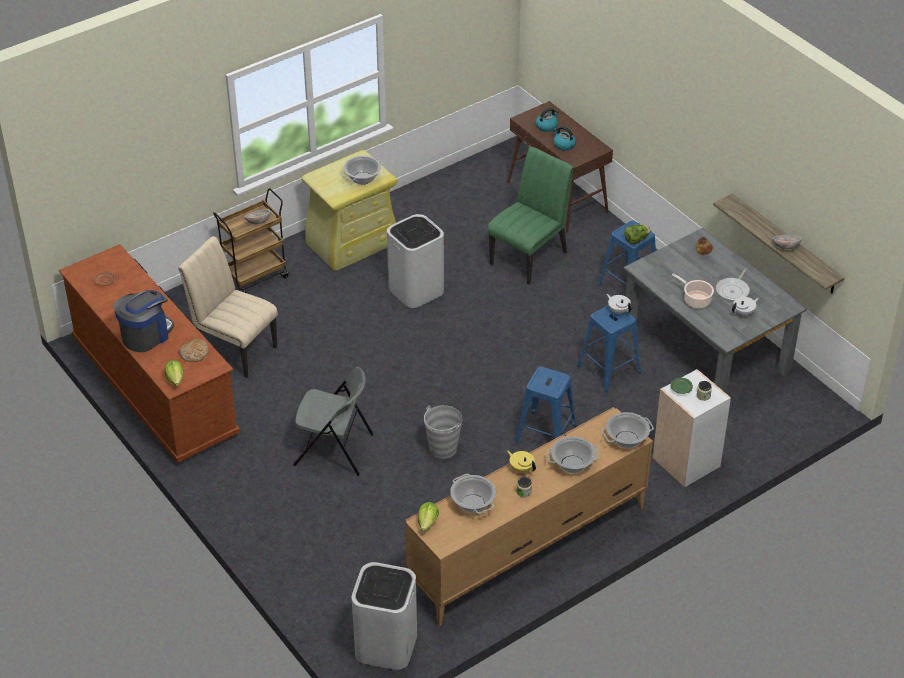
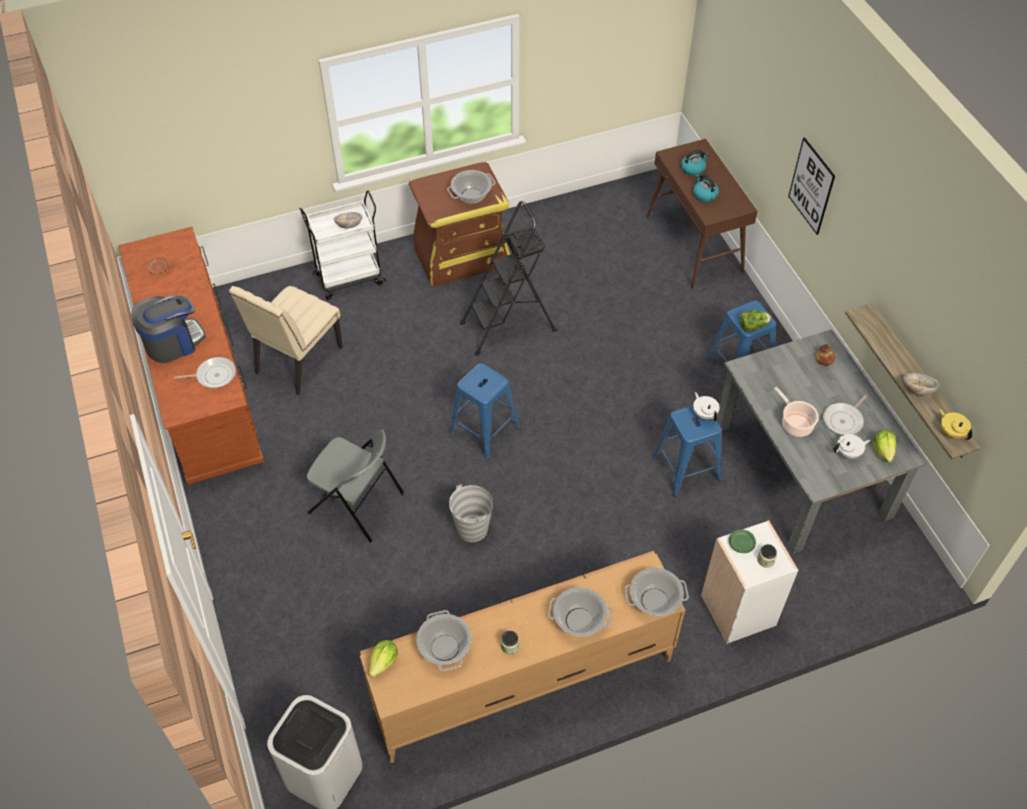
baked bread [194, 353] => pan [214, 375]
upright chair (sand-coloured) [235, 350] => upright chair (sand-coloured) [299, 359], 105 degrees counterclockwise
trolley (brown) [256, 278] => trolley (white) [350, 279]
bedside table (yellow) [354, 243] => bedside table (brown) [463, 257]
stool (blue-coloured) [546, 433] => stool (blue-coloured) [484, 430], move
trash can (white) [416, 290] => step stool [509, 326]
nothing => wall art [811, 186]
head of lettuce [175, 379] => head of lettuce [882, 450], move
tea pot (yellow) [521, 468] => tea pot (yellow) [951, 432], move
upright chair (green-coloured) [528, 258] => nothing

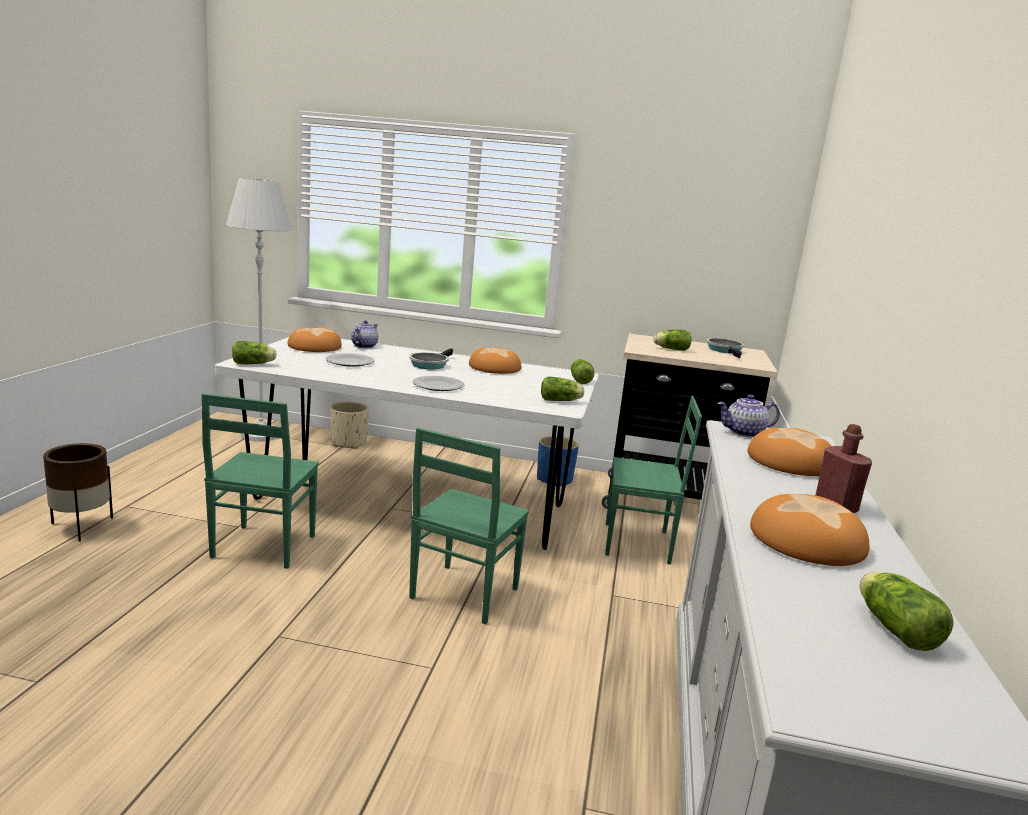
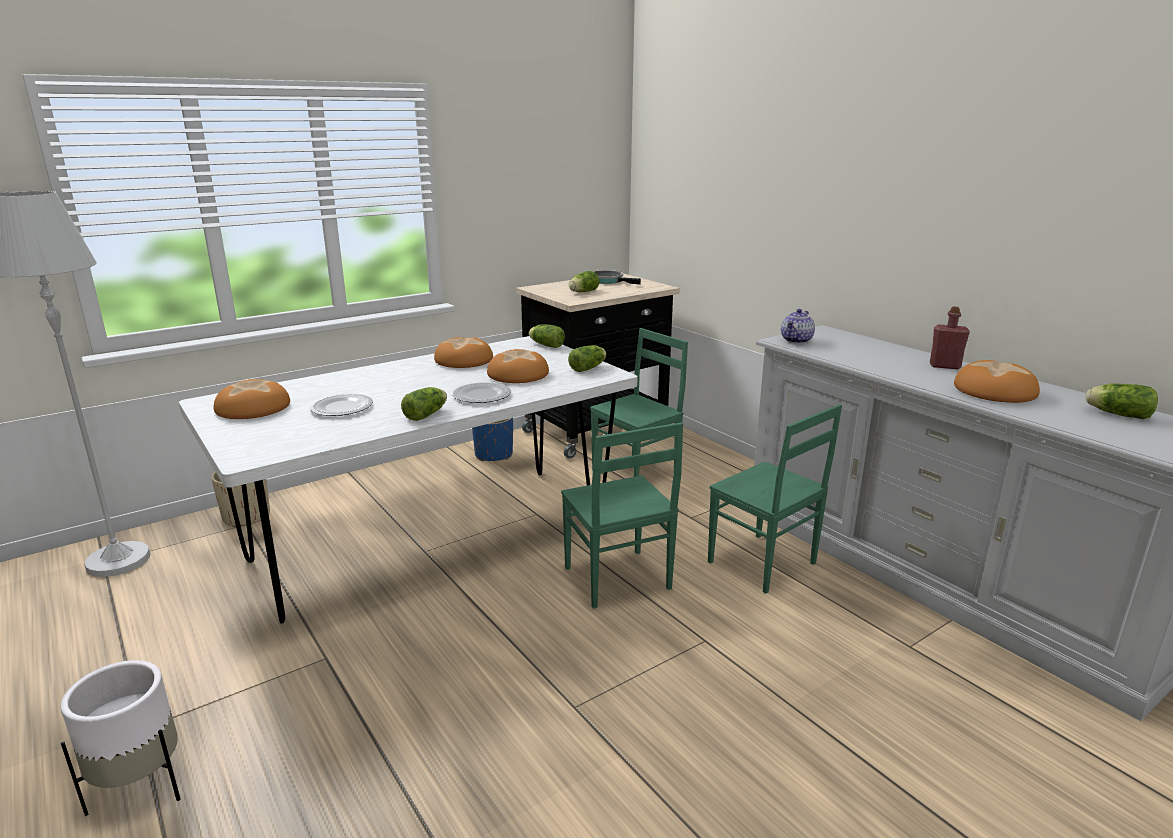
flower pot (brown) [81, 527] => flower pot (white) [140, 788]
head of lettuce [254, 364] => head of lettuce [427, 414], move
baked bread [789, 461] => baked bread [517, 374], move
upright chair (green-coloured) [262, 547] => upright chair (green-coloured) [762, 564], move
tea pot [364, 346] => nothing
pan [430, 364] => nothing

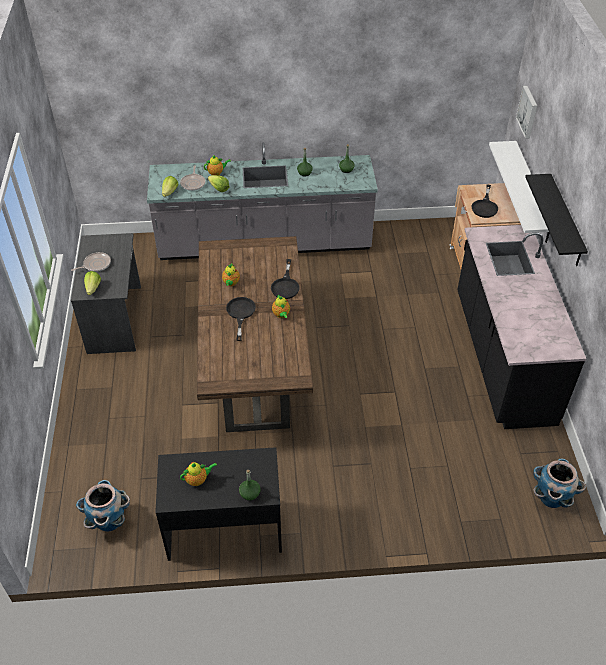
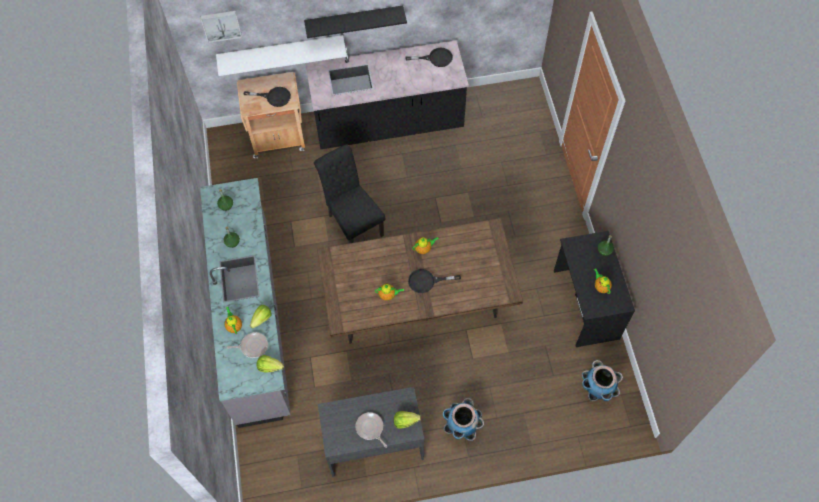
nothing => upright chair (black) [353, 223]
pan (black) [285, 285] => pan (black) [435, 58], move
flower pot [551, 498] => flower pot [462, 427], move

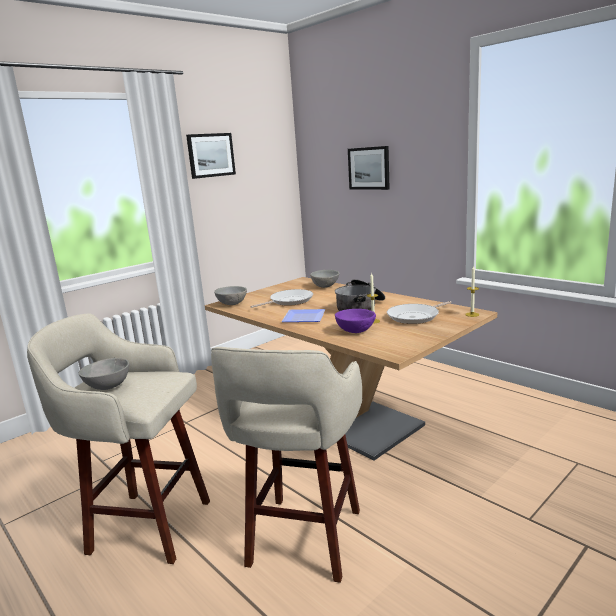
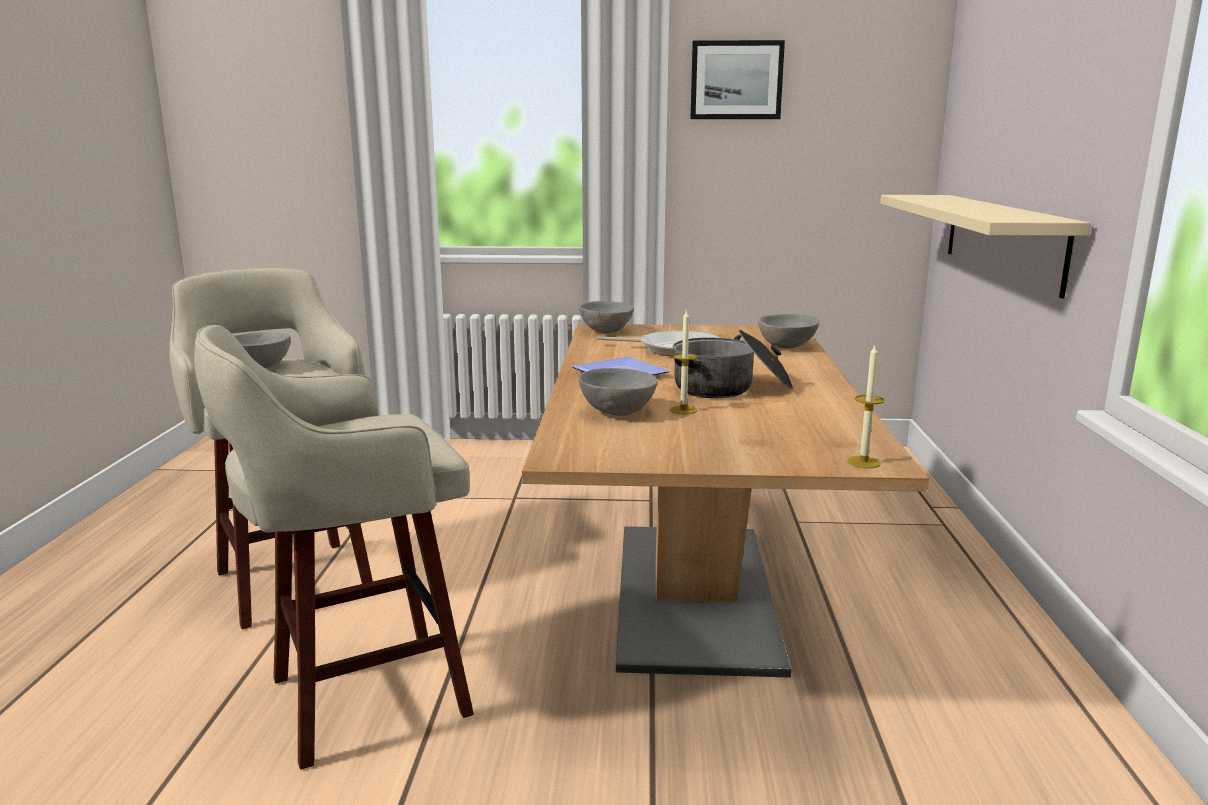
serving bowl (purplish) [355, 331] => serving bowl (greyish) [618, 412]
nothing => wall shelf (sand-coloured) [1002, 239]
wall art [369, 168] => nothing
pan [415, 317] => nothing

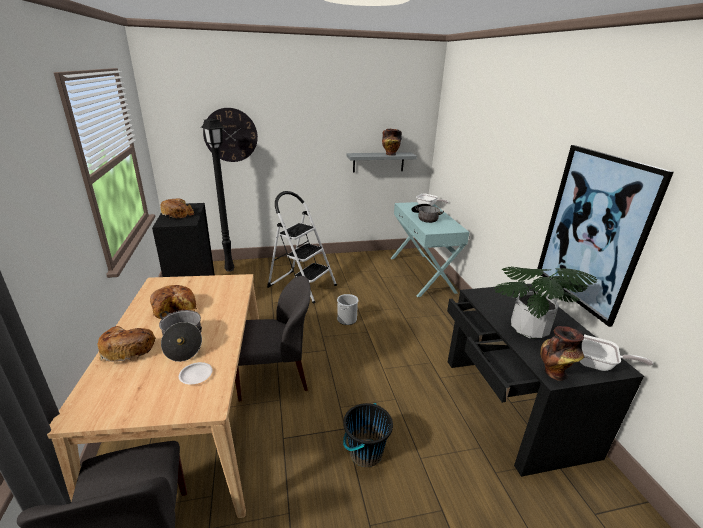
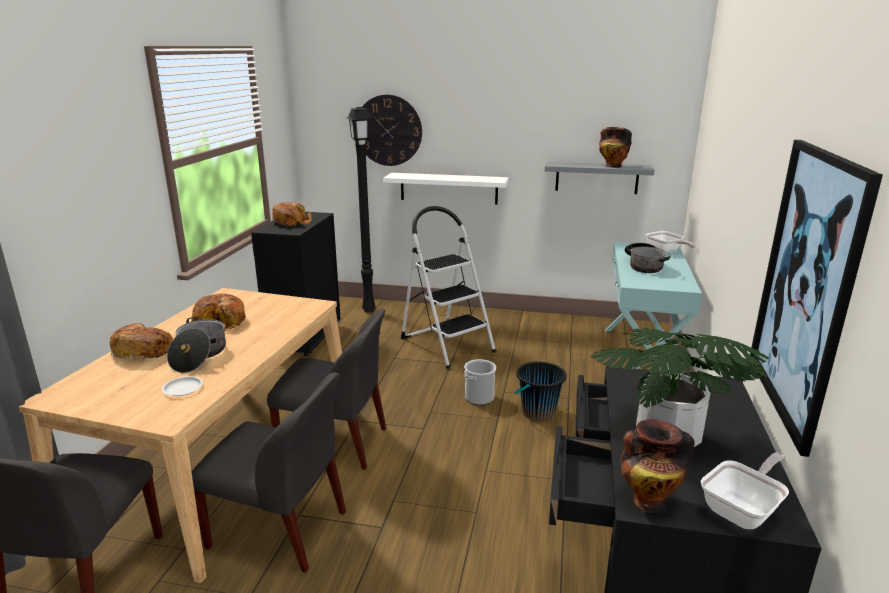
nothing => upright chair (greyish) [281, 530]
nothing => wall shelf (white) [448, 188]
water bucket (black) [365, 453] => water bucket (black) [538, 412], move
pan [598, 364] => pan [743, 510], 90 degrees counterclockwise

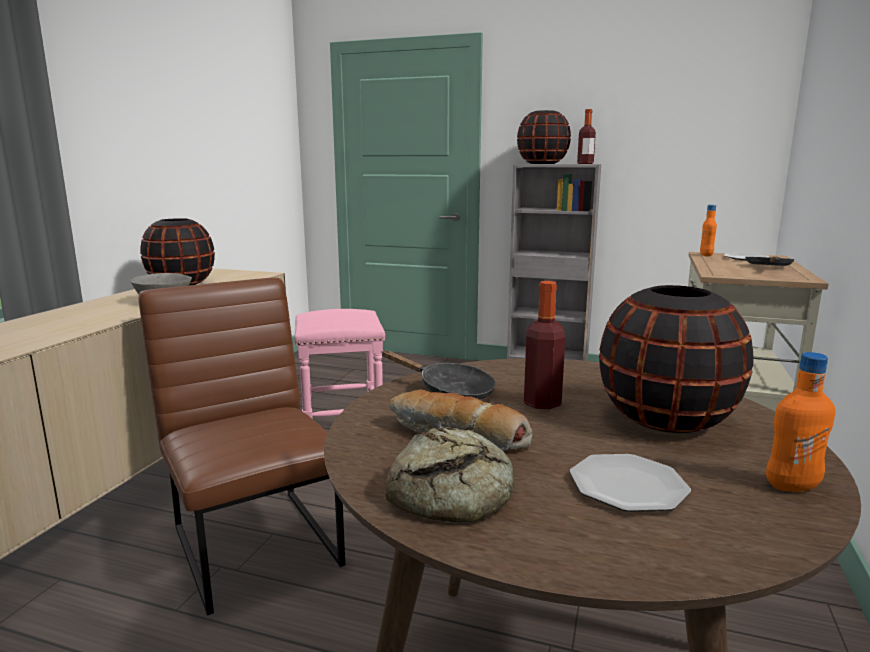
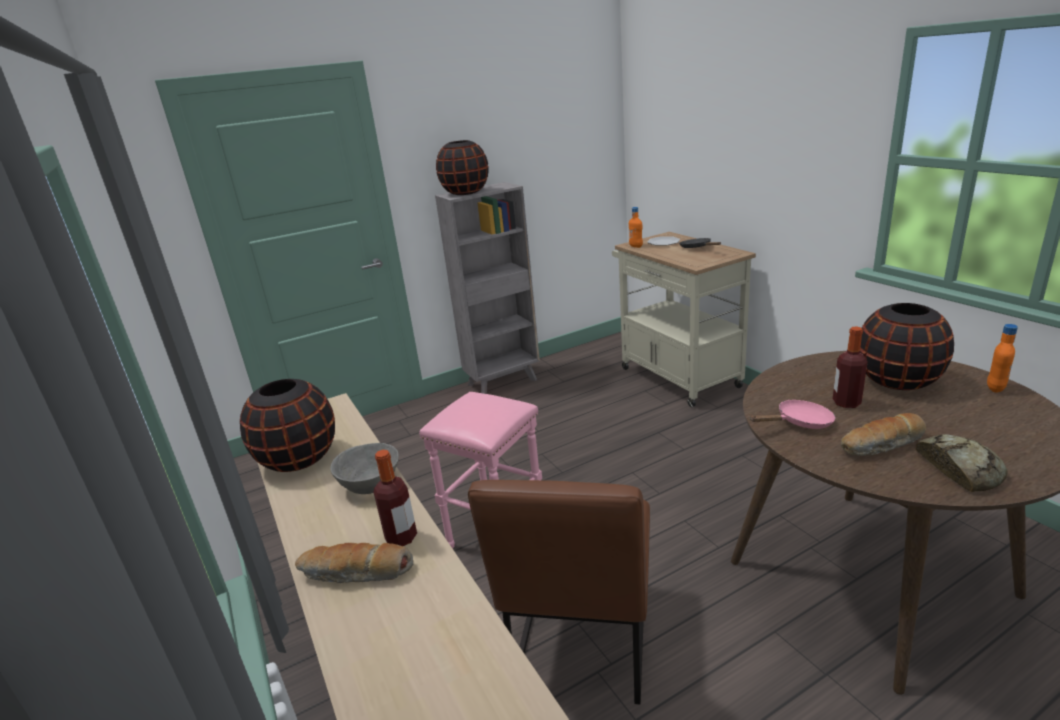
nothing => baked bread [356, 573]
bottle [585, 164] => bottle [401, 537], move
upright chair (brown) [256, 542] => upright chair (brown) [580, 638], 90 degrees counterclockwise
pan (black) [449, 391] => pan (pink-coloured) [799, 423]
plate [628, 486] => nothing

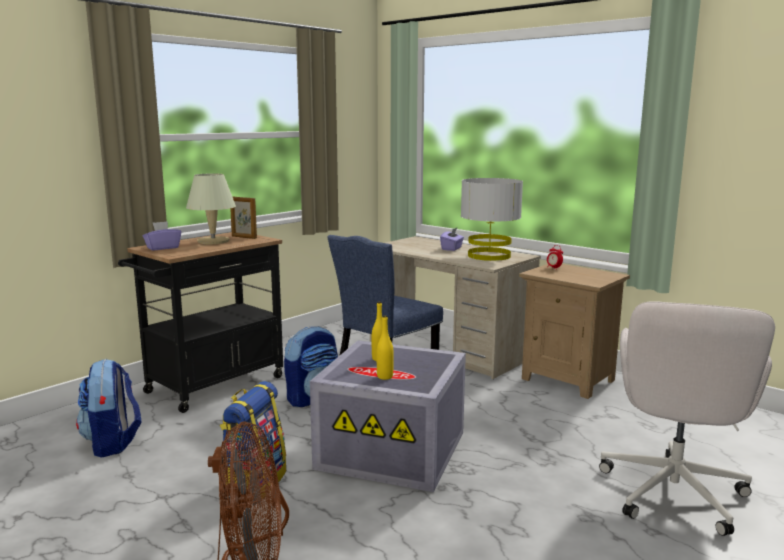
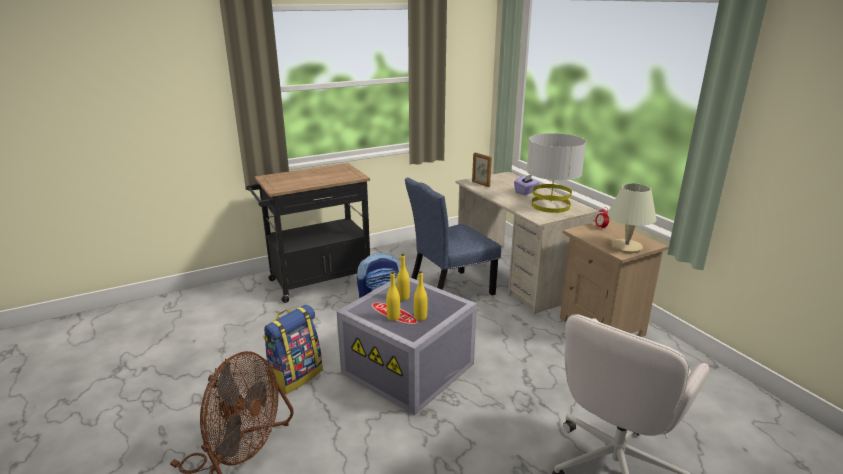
nothing => bottle (yellow) [420, 317]
standing frame [244, 237] => standing frame [480, 184], move
lamp for a table (sand-coloured) [213, 241] => lamp for a table (sand-coloured) [626, 247], move
backpack [112, 443] => nothing
tissue holder (purplish) [163, 248] => nothing

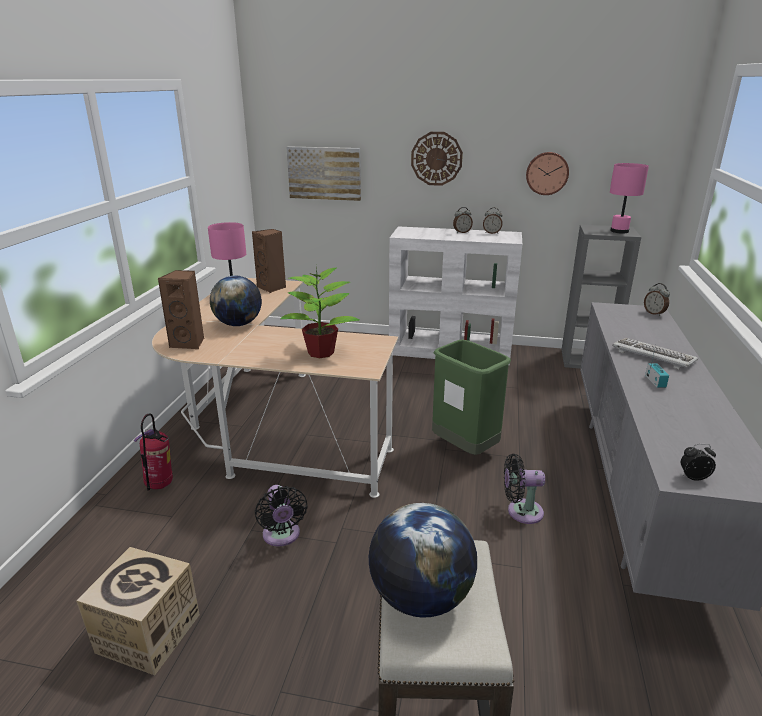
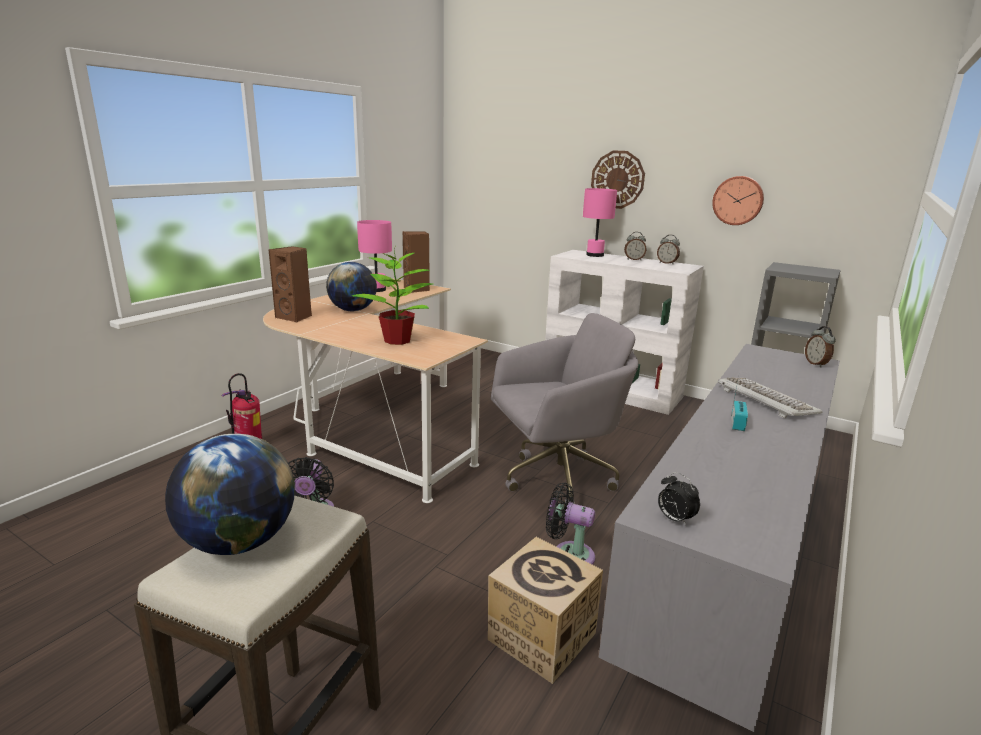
cardboard box [148, 633] => cardboard box [541, 636], move
trash can (green-coloured) [465, 449] => office chair (greyish) [554, 481]
lamp for a table (pink-coloured) [619, 231] => lamp for a table (pink-coloured) [595, 255], move
alarm clock [693, 477] => alarm clock [674, 519], 150 degrees counterclockwise
wall art [324, 173] => nothing

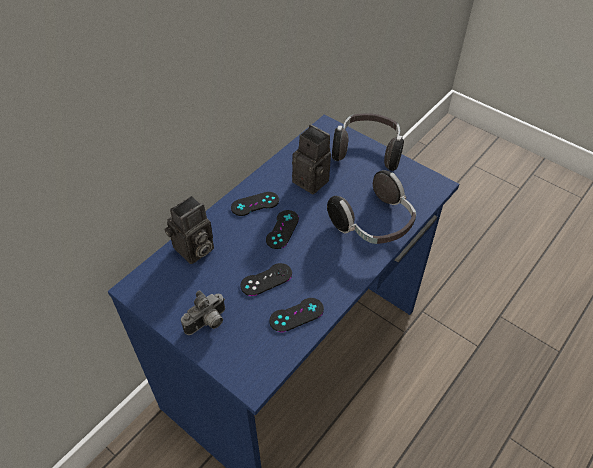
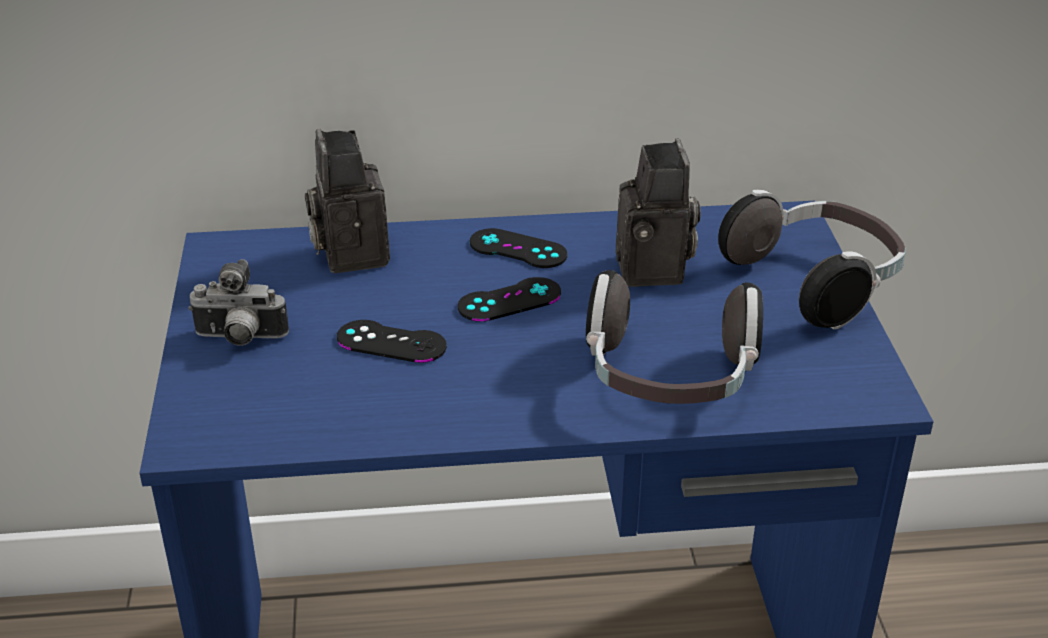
photo camera [193, 251] => photo camera [350, 252], 75 degrees clockwise
gamepad (black) [296, 315] => nothing

